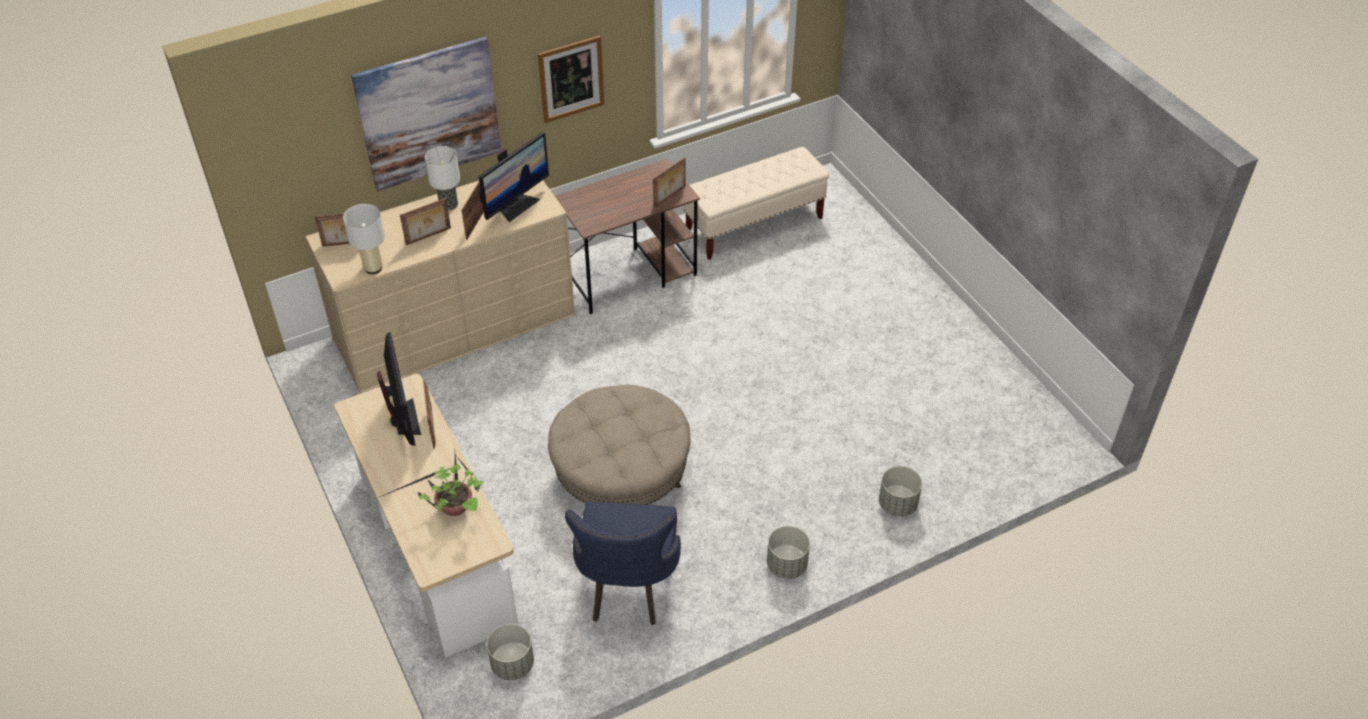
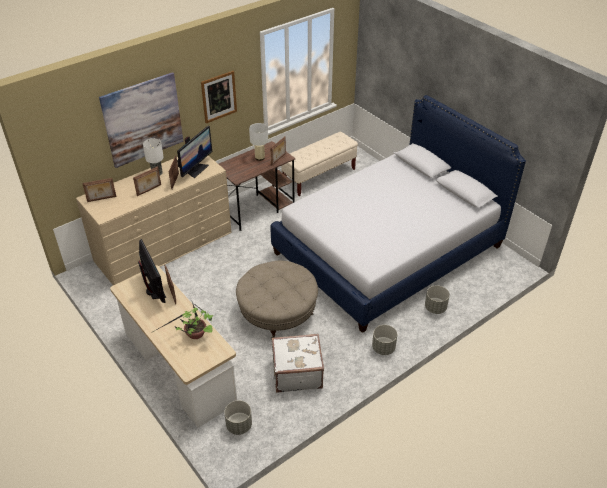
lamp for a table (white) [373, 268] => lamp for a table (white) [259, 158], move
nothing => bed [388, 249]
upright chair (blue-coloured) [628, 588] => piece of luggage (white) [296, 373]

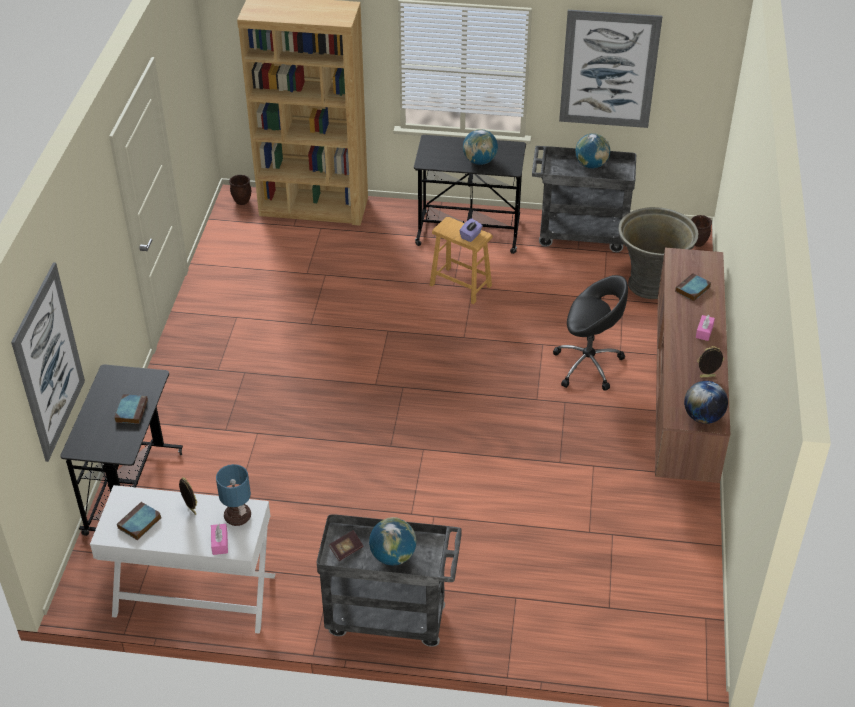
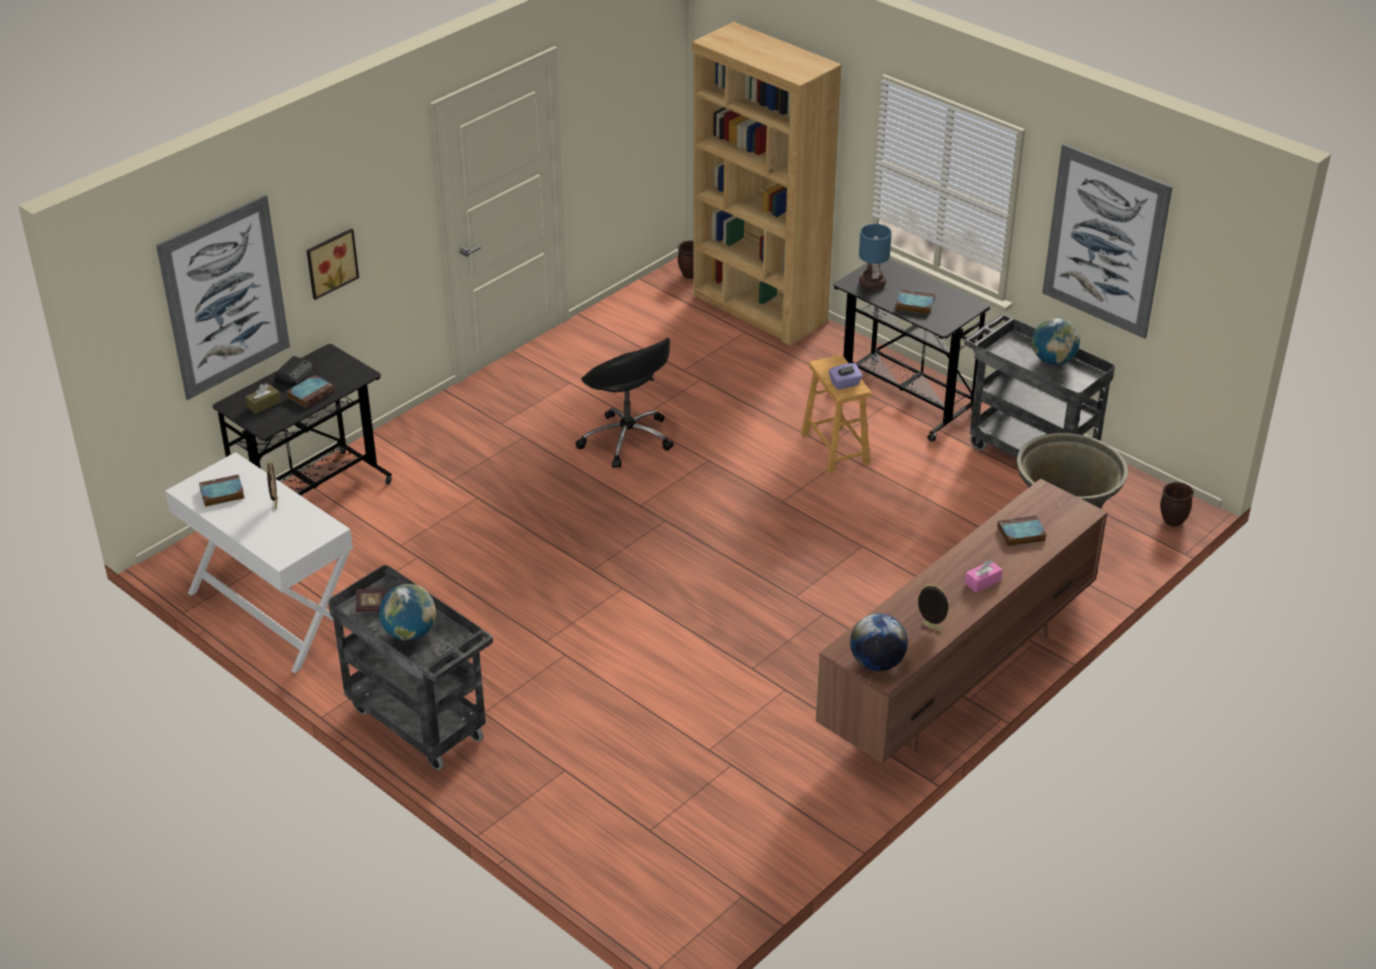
nothing => tissue holder (brown) [263, 404]
nothing => radio set [294, 374]
nothing => wall art [330, 262]
office chair (black) [589, 365] => office chair (black) [628, 440], move
lamp for a table [239, 517] => lamp for a table [873, 284], move
globe [479, 161] => bound book [914, 305]
tissue holder (pink-coloured) [220, 543] => nothing

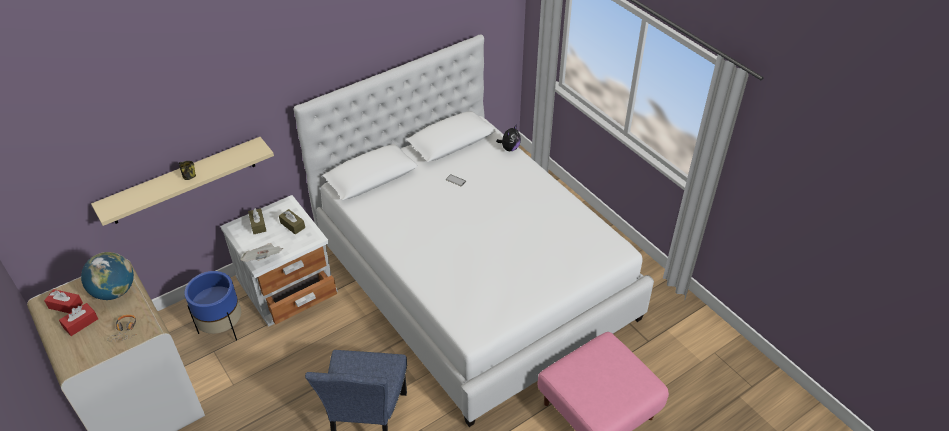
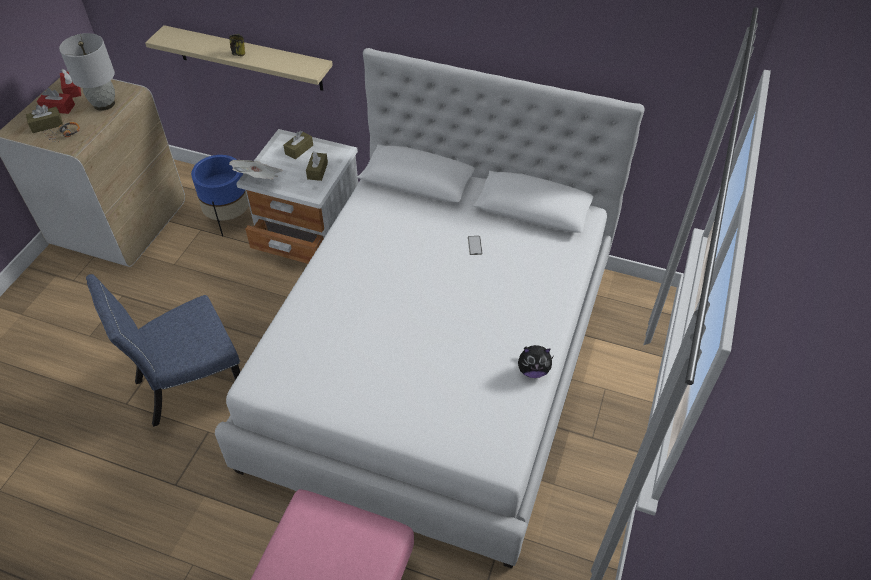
nothing => tissue holder (brown) [47, 125]
globe [115, 291] => lamp for a table (white) [104, 104]
plush toy [509, 148] => plush toy [533, 370], move

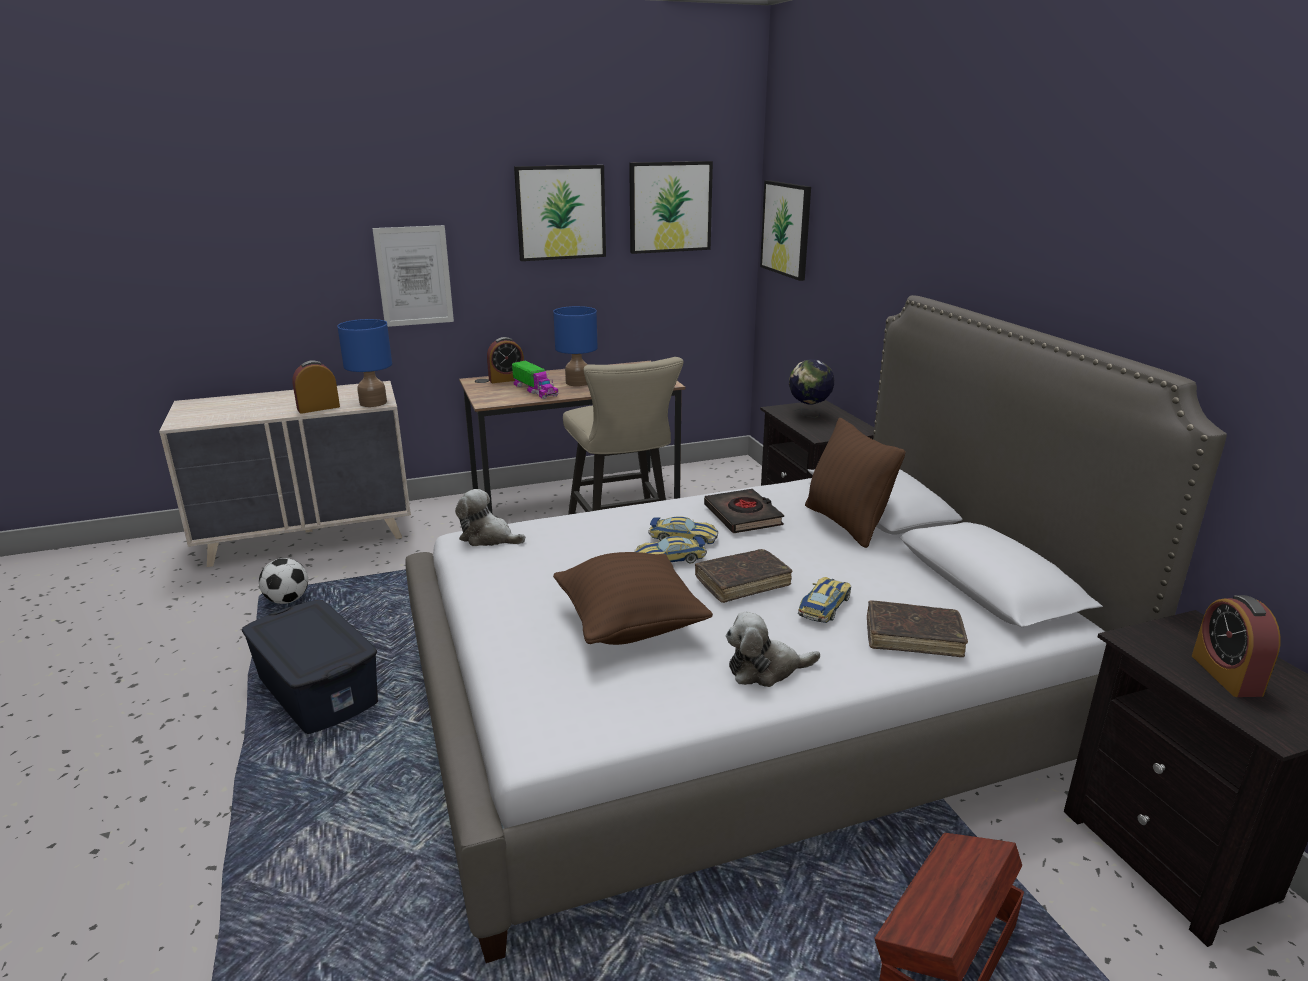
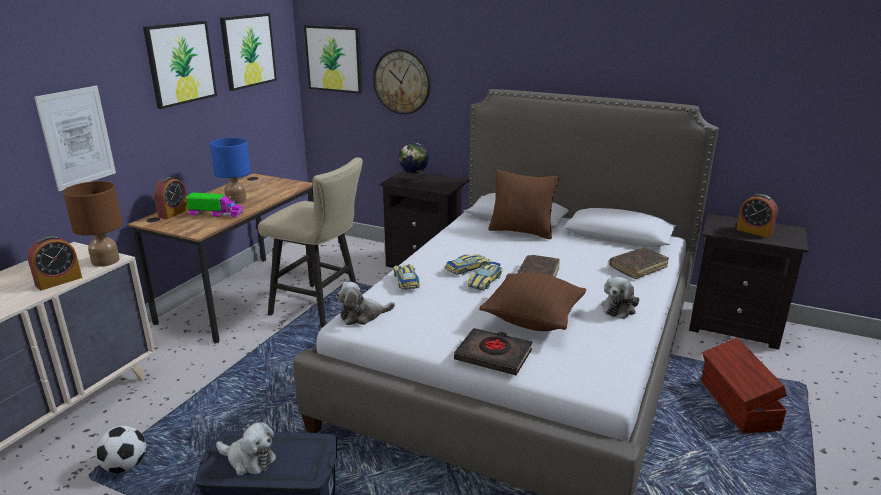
alarm clock [318, 408] => alarm clock [59, 281], 150 degrees counterclockwise
lamp for a table (blue-coloured) [373, 403] => lamp for a table (brown) [106, 261]
nothing => plush toy [249, 460]
nothing => wall clock [402, 81]
miniature car [824, 606] => miniature car [406, 281], move
bound book (black) [743, 516] => bound book (black) [493, 356], move

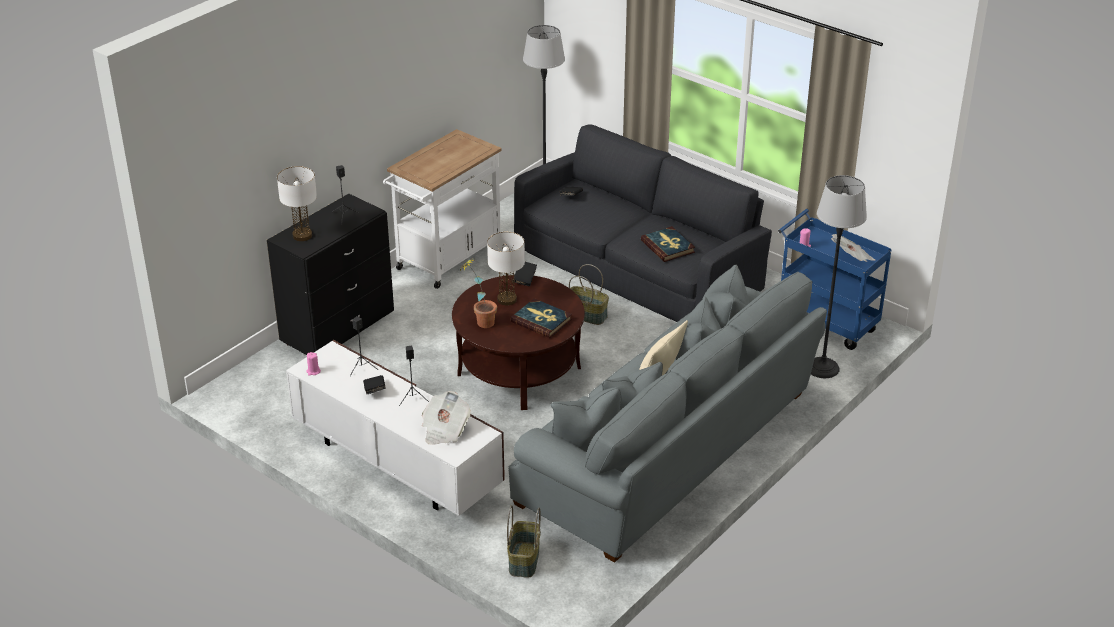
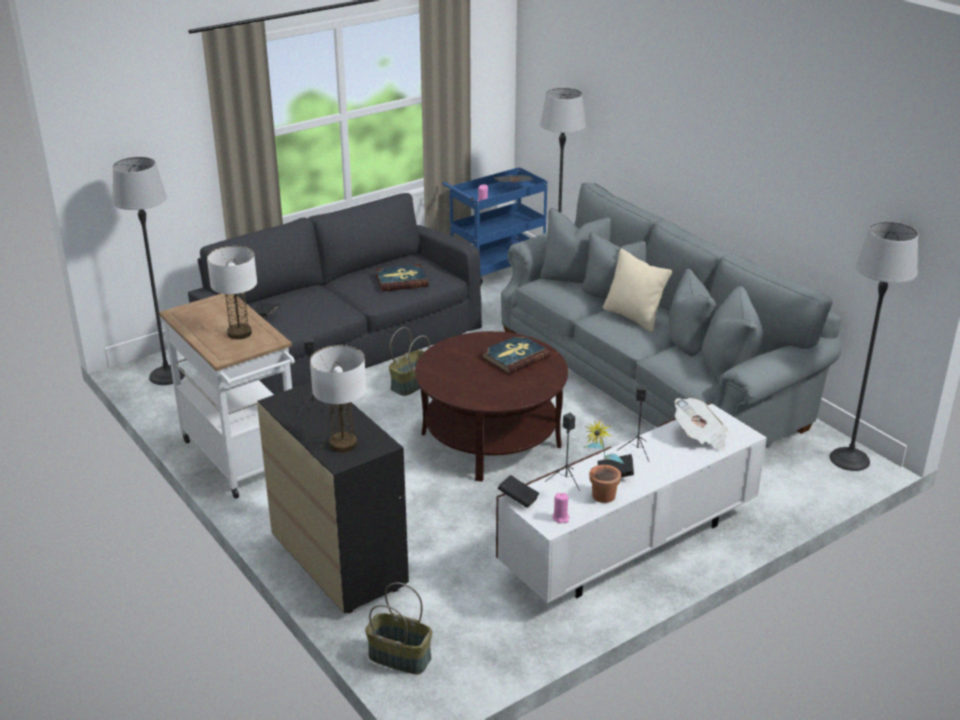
lamp for a table [506, 299] => lamp for a table [239, 333], move
storage basket [524, 560] => storage basket [400, 657], move
bound book (black) [525, 279] => bound book (black) [518, 499], move
houseplant [480, 322] => houseplant [600, 499], move
nothing => floor lamp [850, 459]

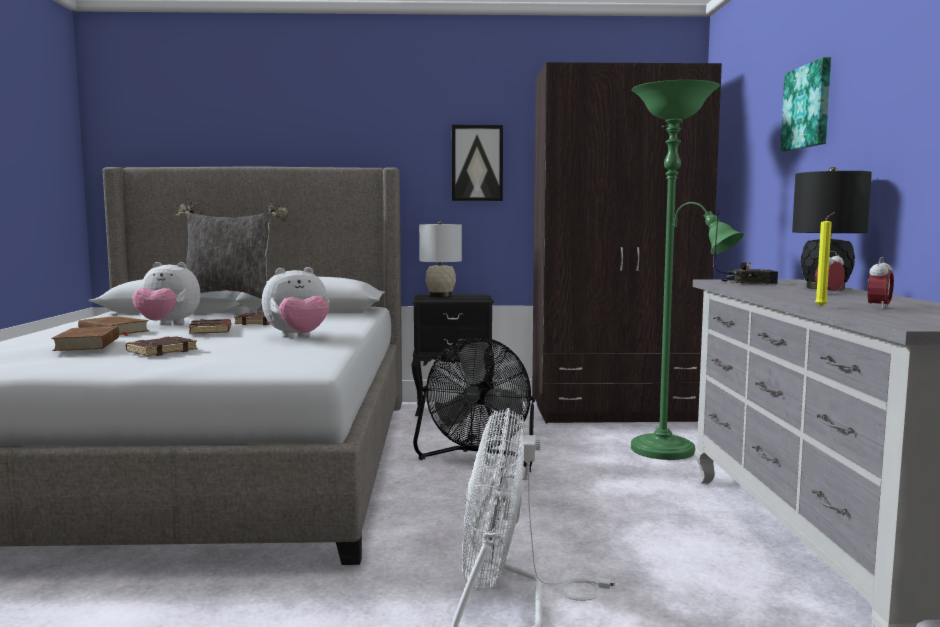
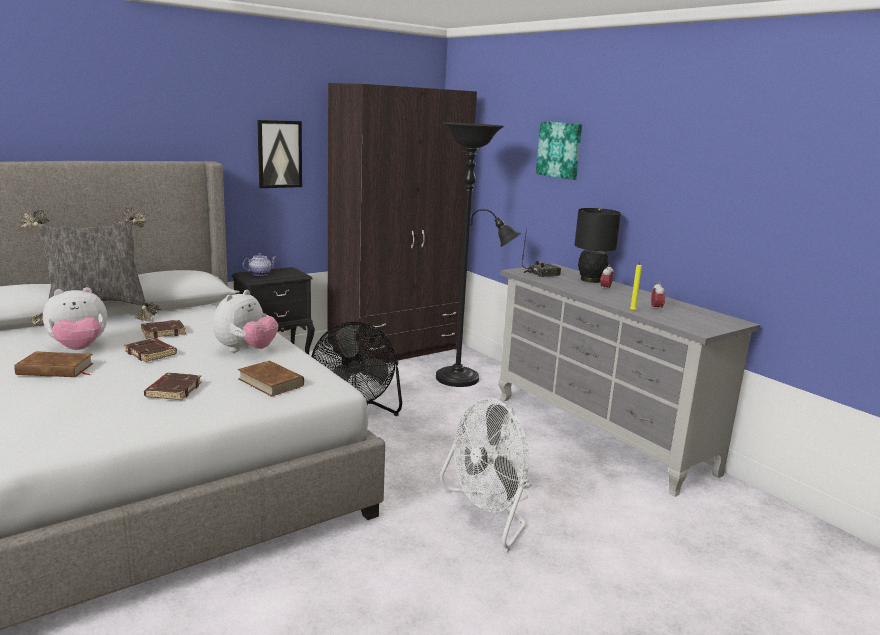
bound book (brown) [88, 344] => bound book (brown) [271, 382], move
lamp for a table (white) [440, 295] => tea pot [260, 273]
floor lamp (green-coloured) [670, 452] => floor lamp (black) [463, 379]

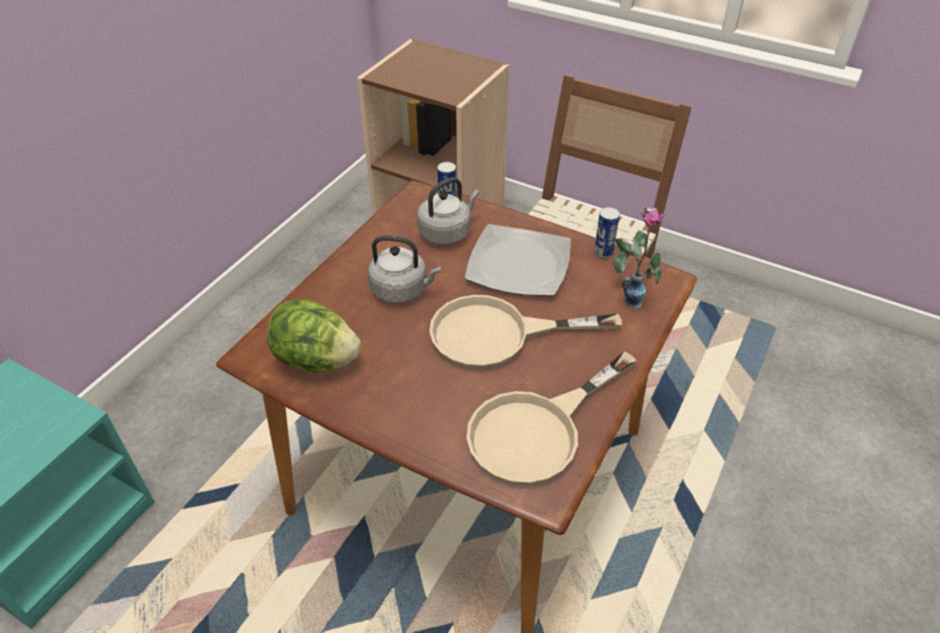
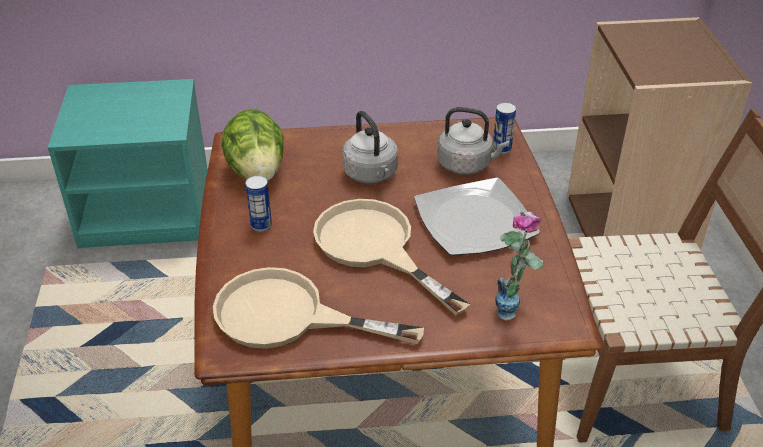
sealed can [603, 253] => sealed can [261, 226], move

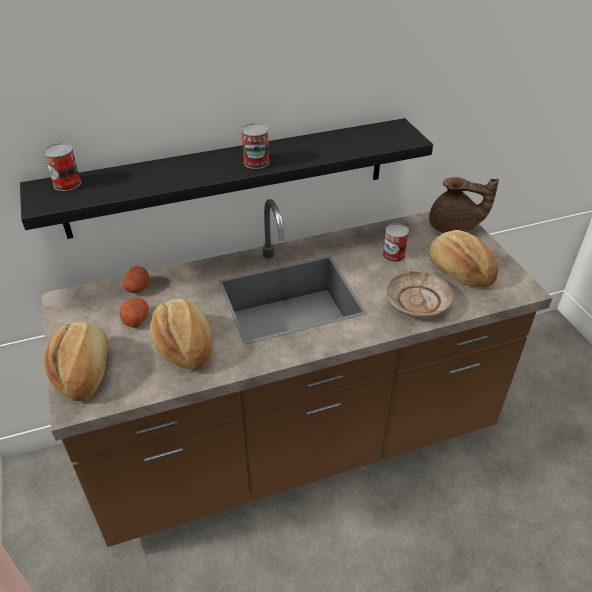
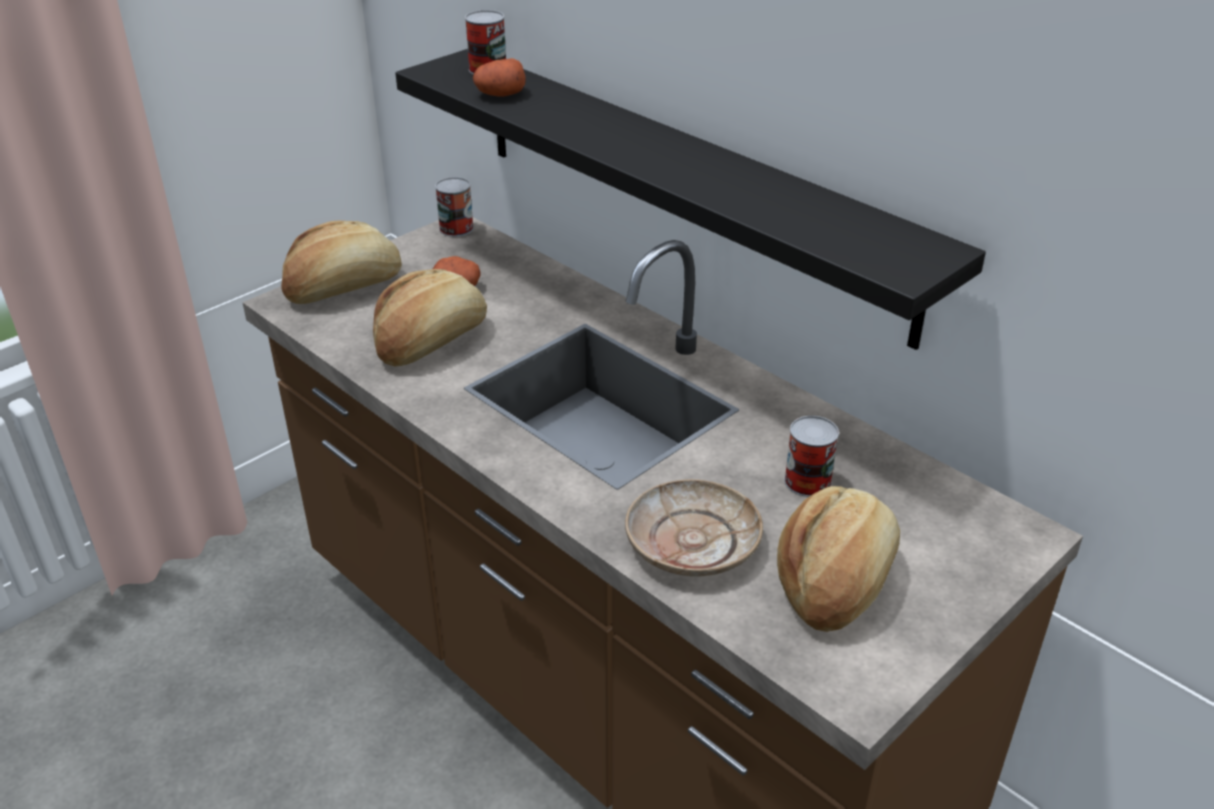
sealed can [256, 162] => sealed can [456, 228], move
potato [138, 288] => potato [500, 94], move
tea pot (brown) [453, 228] => nothing

